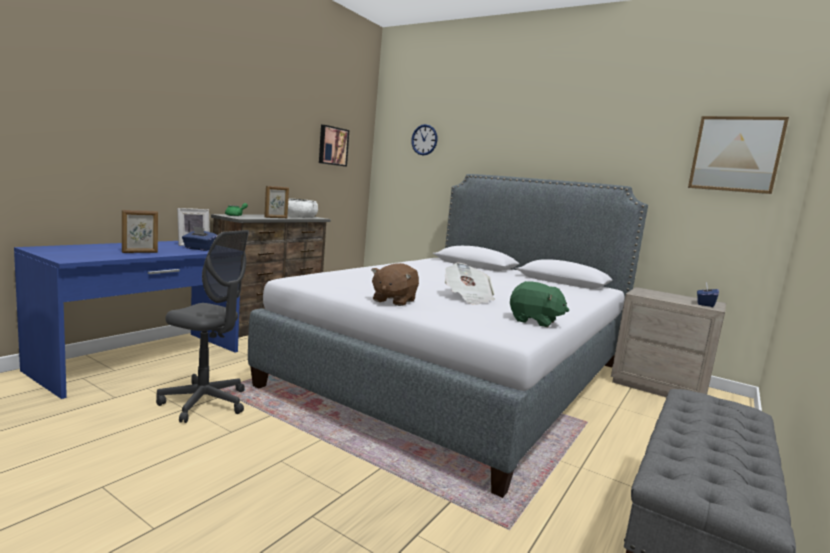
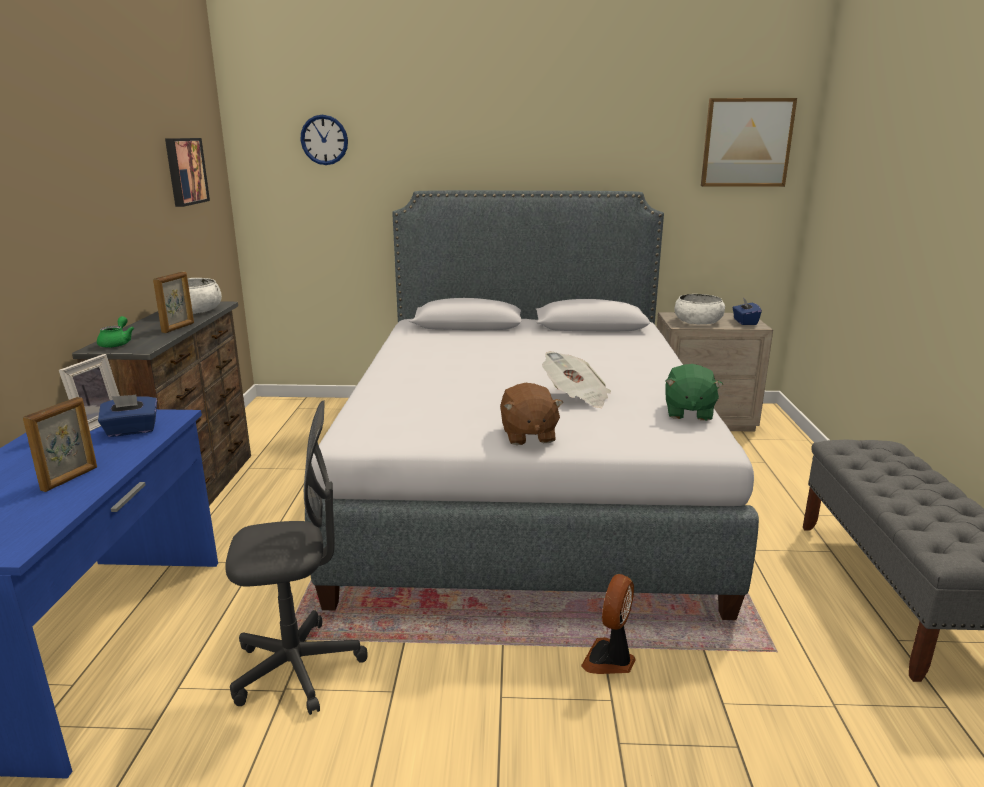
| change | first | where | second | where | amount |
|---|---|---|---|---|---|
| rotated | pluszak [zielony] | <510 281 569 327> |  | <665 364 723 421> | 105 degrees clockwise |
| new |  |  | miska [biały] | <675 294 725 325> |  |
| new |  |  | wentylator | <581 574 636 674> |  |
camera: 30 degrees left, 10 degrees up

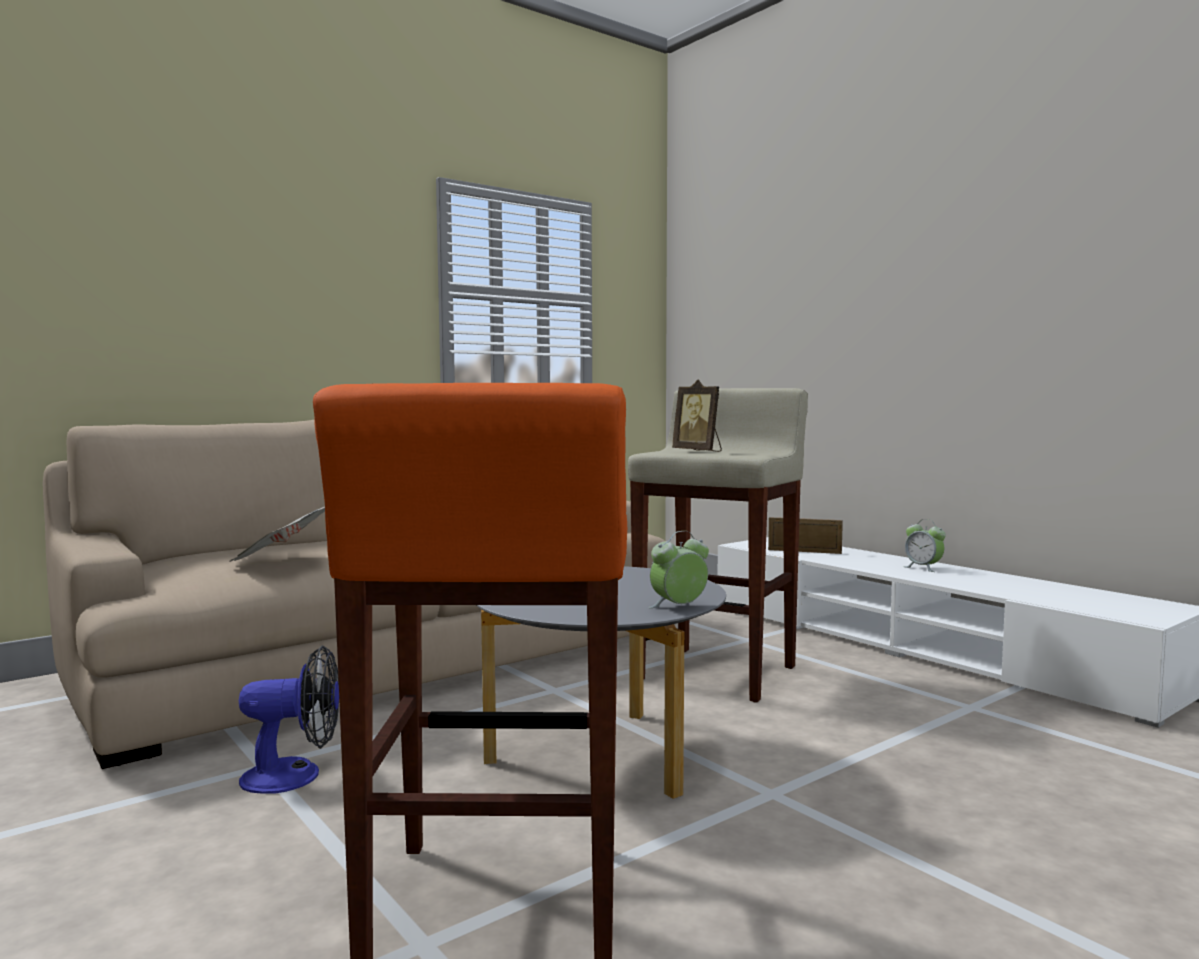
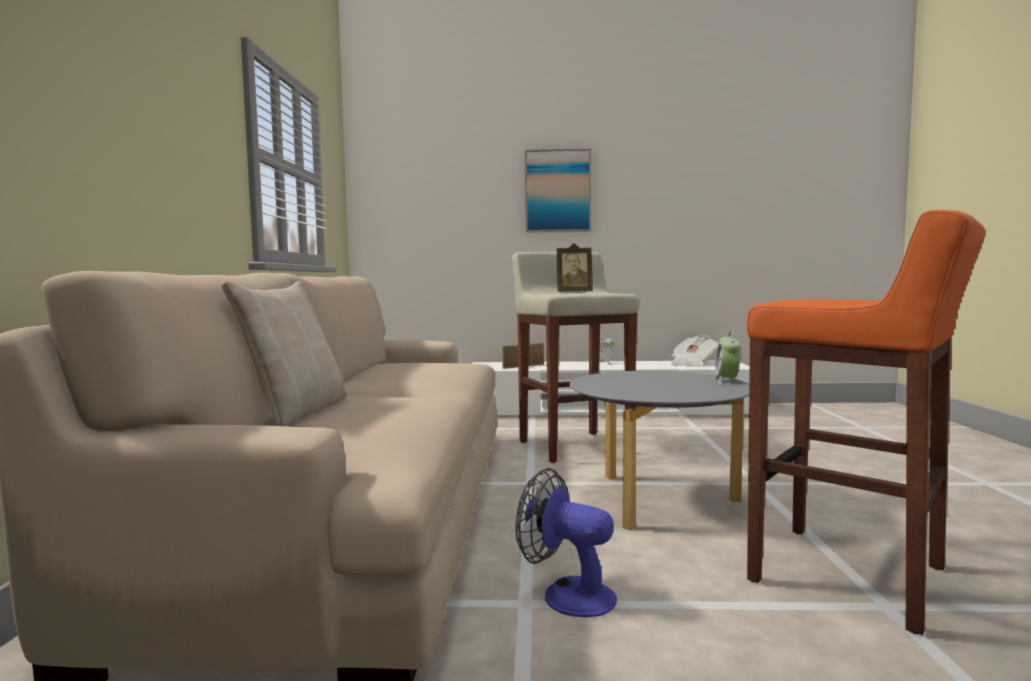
| change | first | where | second | where | amount |
|---|---|---|---|---|---|
| shifted | gazeta | <229 507 325 562> |  | <671 335 718 366> |  |
| rotated | wentylator | <239 646 339 794> |  | <516 468 617 618> | 90 degrees counterclockwise |
| new |  |  | obraz | <525 149 591 232> |  |
| new |  |  | poduszka [beżowy] | <221 281 347 426> |  |
camera: 50 degrees left, 0 degrees up

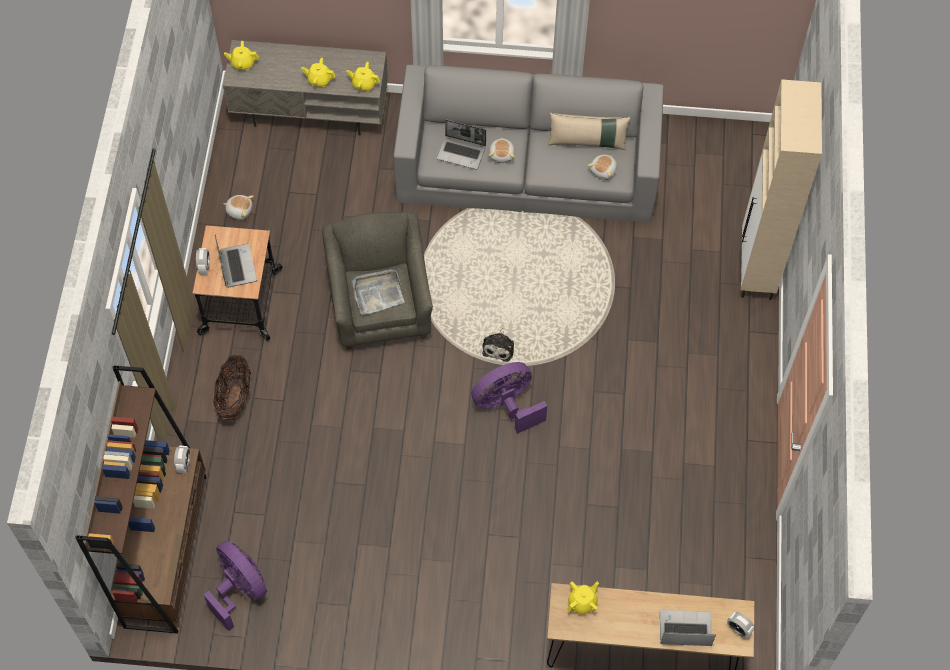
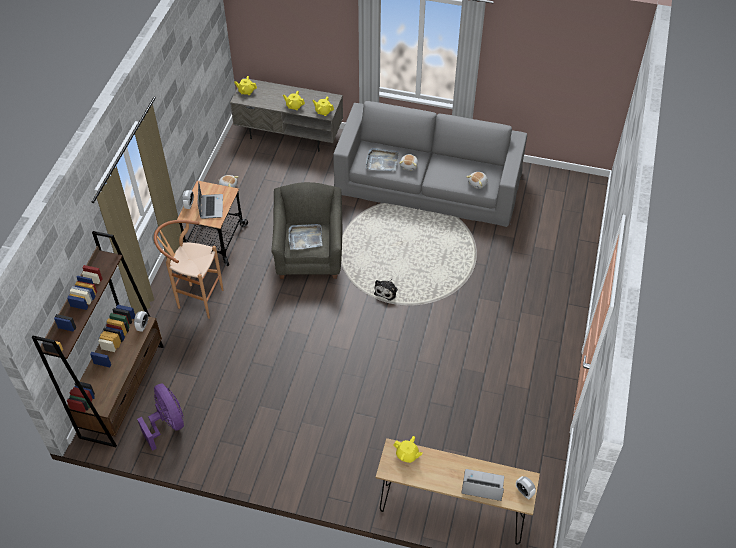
| change | first | where | second | where | amount |
|---|---|---|---|---|---|
| gone | szafka [beżowy] | <741 79 822 300> |  |  |  |
| gone | poduszka [beżowy] | <548 113 631 150> |  |  |  |
| swapped | laptop | <437 119 486 169> | taca [szary] | <366 148 399 171> |  |
| swapped | koszyk | <213 355 251 421> | stołek [brązowy] | <154 220 223 319> |  |
| gone | wentylator [fioletowy] | <471 362 547 434> |  |  |  |
| rotated | imbryk [żółty] | <567 581 599 614> |  | <393 436 423 463> | 60 degrees clockwise |
camera: 10 degrees right, 10 degrees down

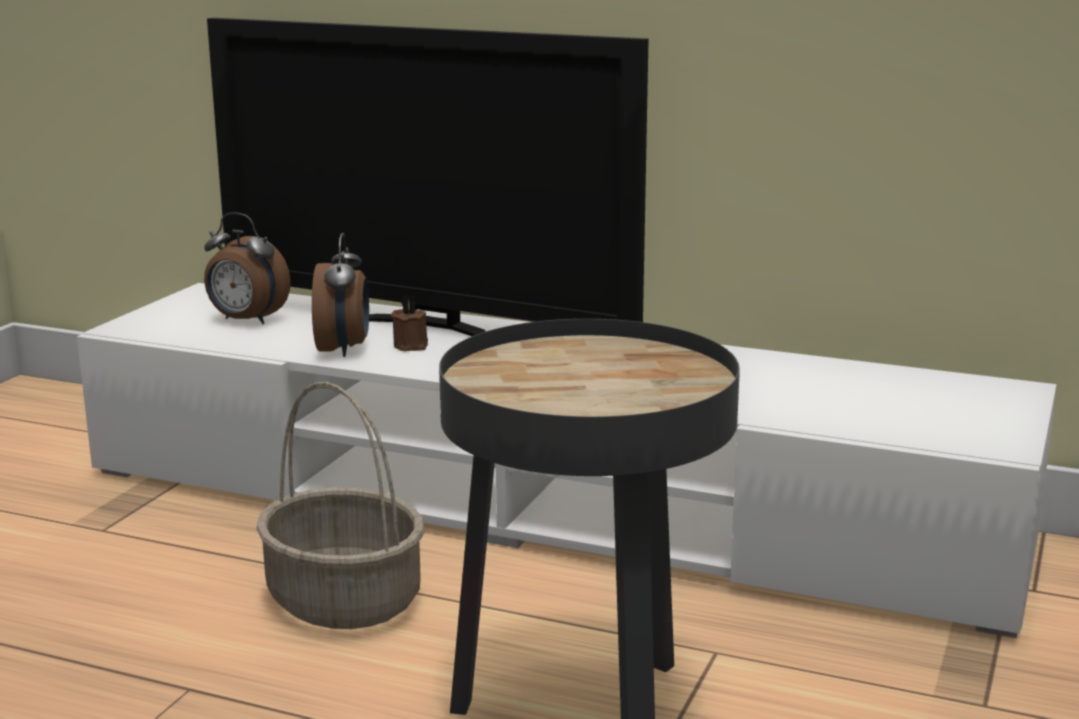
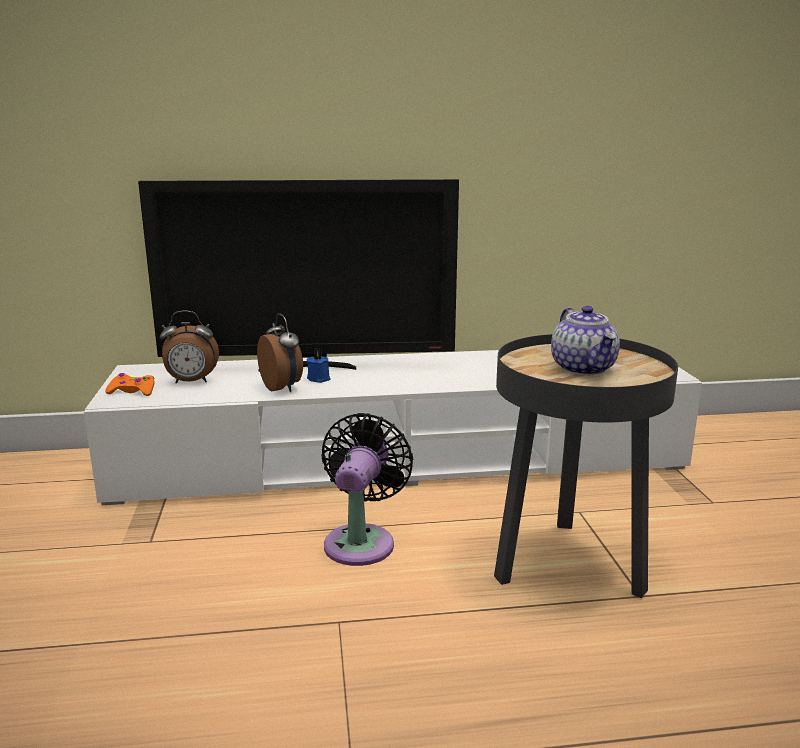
| change | first | where | second | where | amount |
|---|---|---|---|---|---|
| repainted | świeca [brązowy] | <391 296 428 351> | świeca [niebieski] | <306 348 331 383> |  |
| swapped | koszyk | <256 382 424 629> | wentylator [czarny] | <322 413 413 566> |  |
| new |  |  | imbryk | <551 306 620 375> |  |
| new |  |  | pad do gier [pomarańczowy] | <105 373 155 396> |  |
camera: 30 degrees left, 0 degrees up

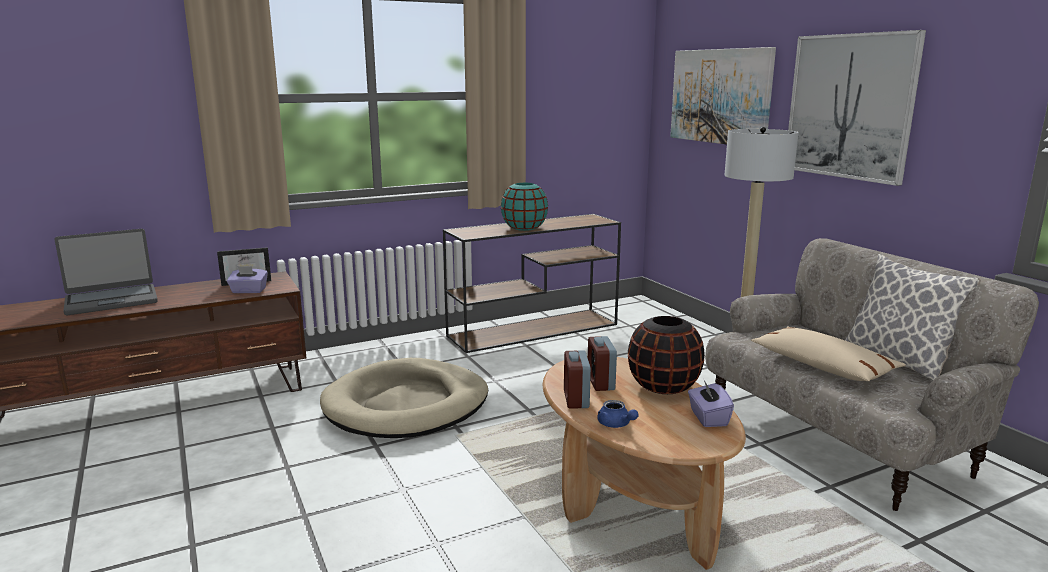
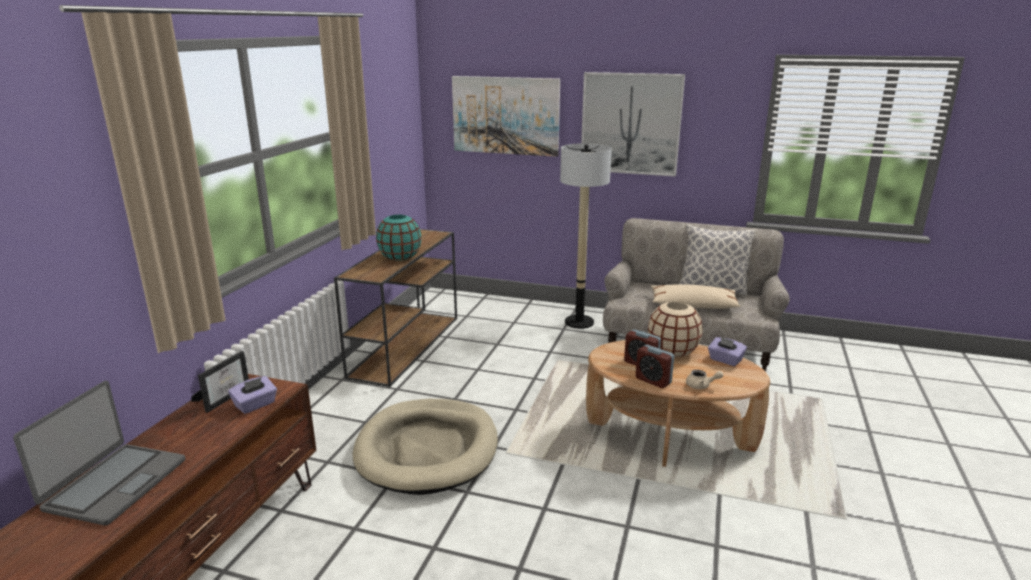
| change | first | where | second | where | amount |
|---|---|---|---|---|---|
| repainted | wazon [czarny] | <628 316 705 394> | wazon [beżowy] | <648 302 703 357> |  |
| repainted | imbryk [niebieski] | <598 400 639 428> | imbryk [beżowy] | <686 370 724 389> |  |
camera: 45 degrees left, 5 degrees up

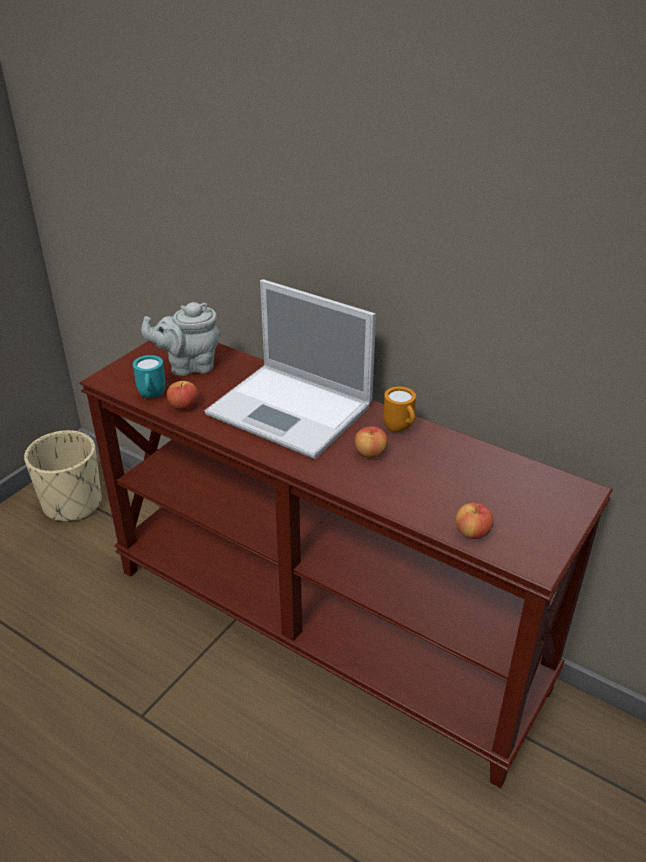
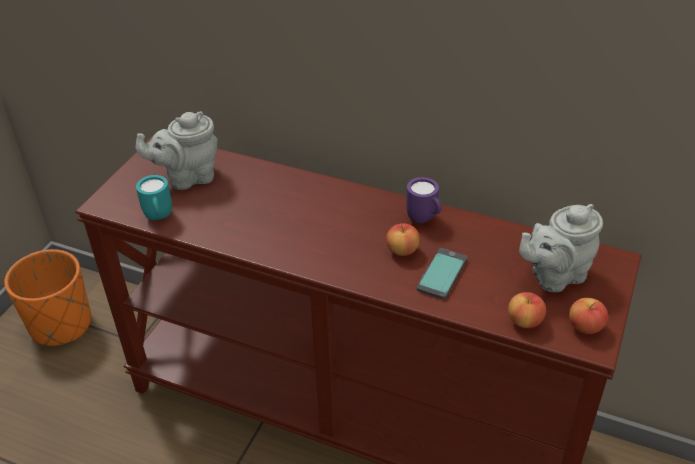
| change | first | where | second | where | amount |
|---|---|---|---|---|---|
| gone | laptop | <205 279 376 459> |  |  |  |
| shifted | jabłko | <167 381 198 410> |  | <569 298 608 334> |  |
| repainted | kubek [pomarańczowy] | <383 387 416 432> | kubek [fioletowy] | <406 177 442 224> |  |
| repainted | donica [beżowy] | <24 430 102 521> | donica [pomarańczowy] | <4 249 91 346> |  |
| new |  |  | imbryk [szary] | <519 204 603 292> |  |
| new |  |  | telefon | <417 248 467 300> |  |
camera: 10 degrees left, 5 degrees up

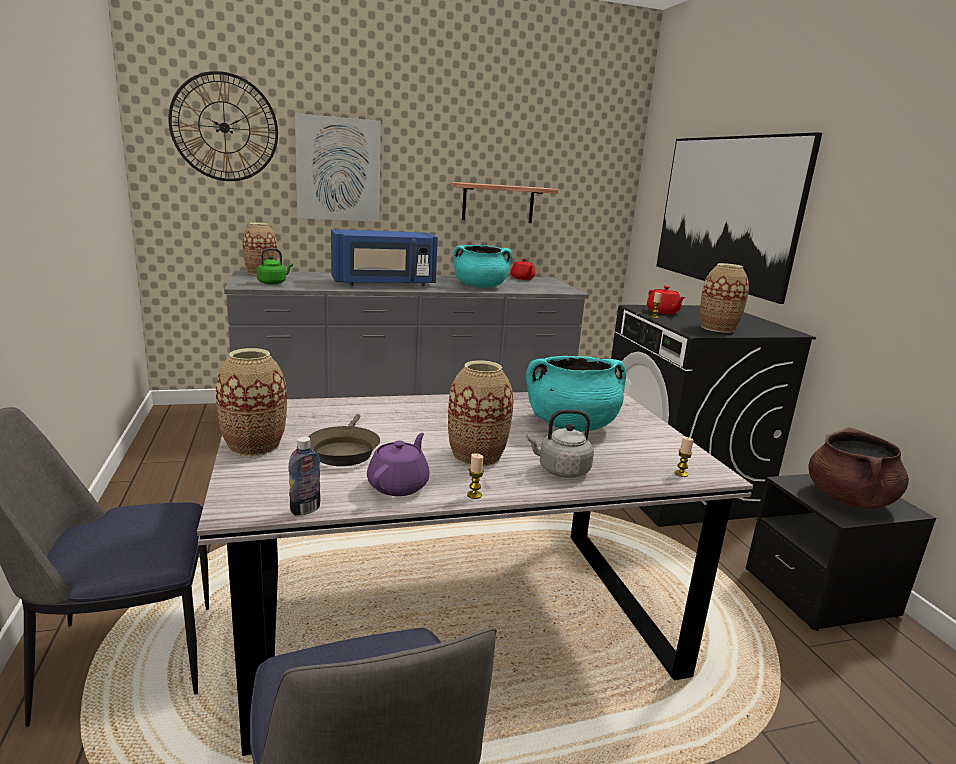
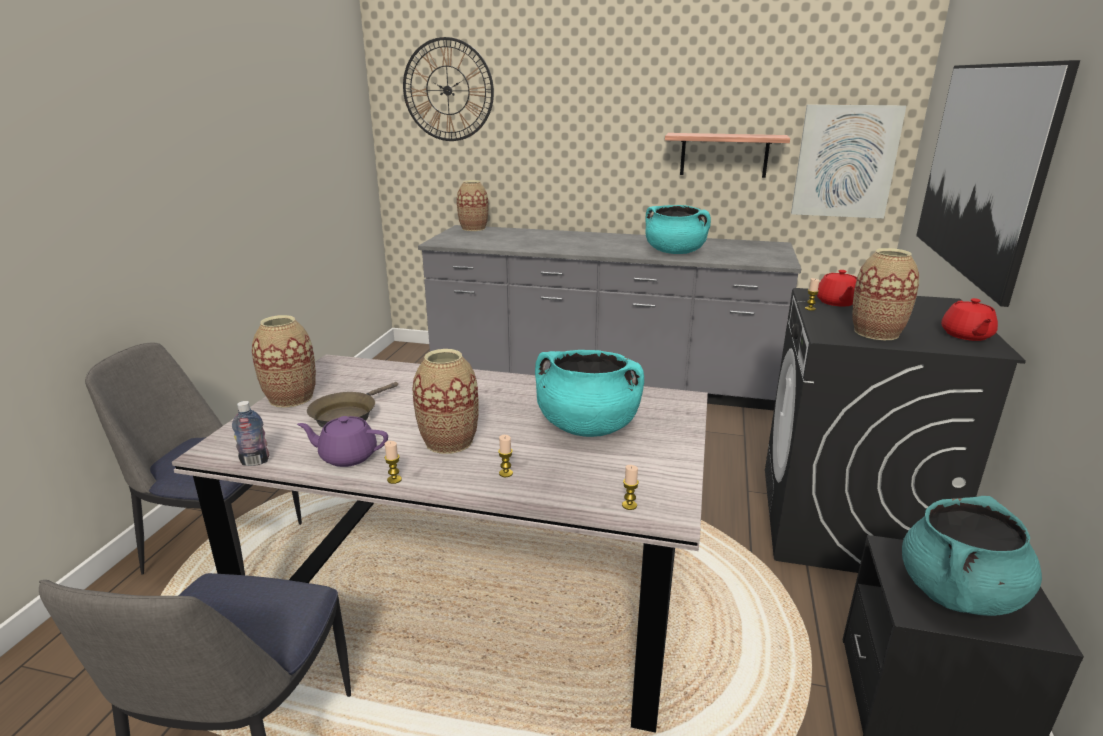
| change | first | where | second | where | amount |
|---|---|---|---|---|---|
| shifted | obraz | <295 113 381 222> |  | <791 104 906 218> |  |
| gone | mikrofalówka [niebieski] | <331 229 438 286> |  |  |  |
| gone | czajnik [zielony] | <257 248 293 284> |  |  |  |
| shifted | imbryk [czerwony] | <511 259 536 280> |  | <941 298 998 341> |  |
| swapped | czajnik [szary] | <526 409 594 478> | świeca | <498 435 513 477> |  |
| repainted | garnek [brązowy] | <808 428 909 508> | garnek [turkusowy] | <902 496 1042 616> |  |
| rotated | imbryk [fioletowy] | <367 433 430 496> |  | <297 416 388 467> | 135 degrees counterclockwise |
camera: 30 degrees right, 5 degrees up

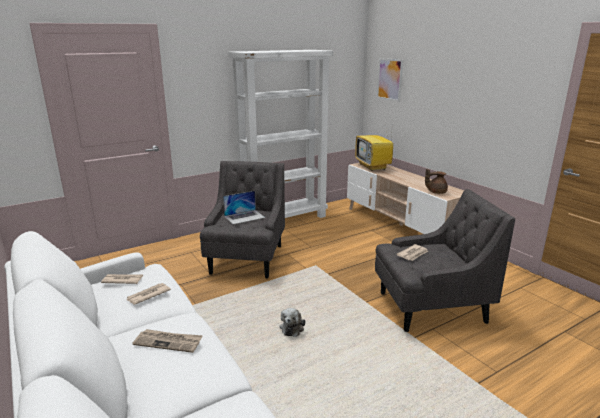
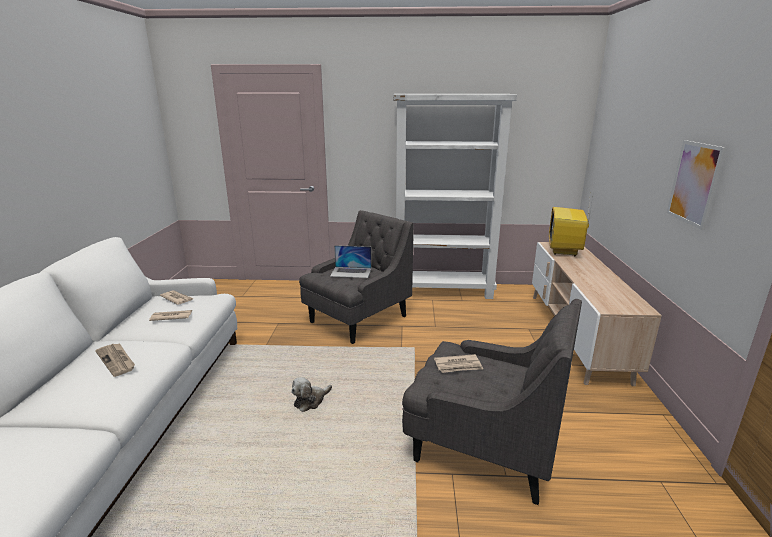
| change | first | where | second | where | amount |
|---|---|---|---|---|---|
| shifted | obraz | <377 58 403 102> |  | <667 140 726 230> |  |
| gone | imbryk [brązowy] | <425 169 448 194> |  |  |  |
camera: 35 degrees right, 0 degrees up

